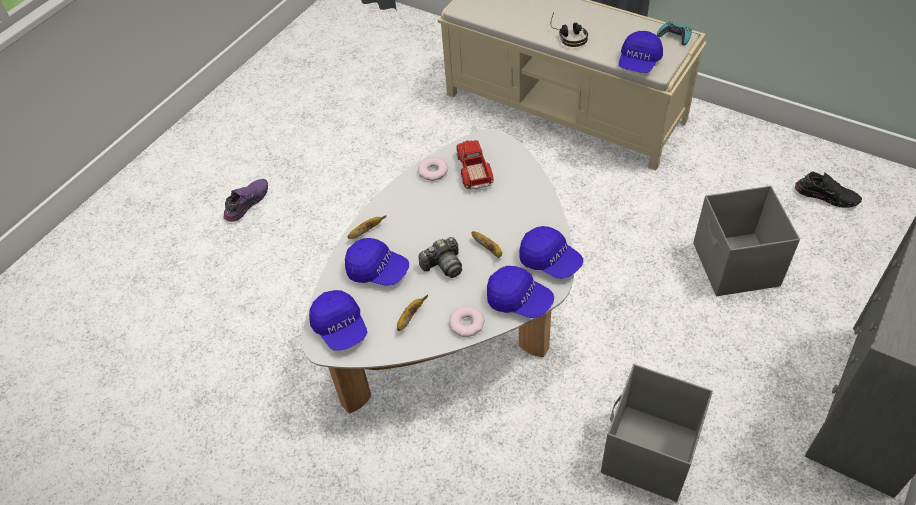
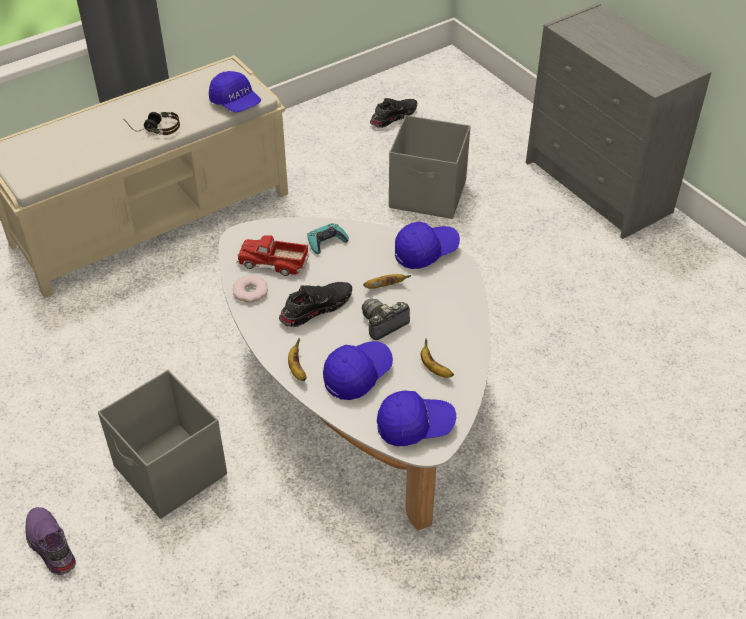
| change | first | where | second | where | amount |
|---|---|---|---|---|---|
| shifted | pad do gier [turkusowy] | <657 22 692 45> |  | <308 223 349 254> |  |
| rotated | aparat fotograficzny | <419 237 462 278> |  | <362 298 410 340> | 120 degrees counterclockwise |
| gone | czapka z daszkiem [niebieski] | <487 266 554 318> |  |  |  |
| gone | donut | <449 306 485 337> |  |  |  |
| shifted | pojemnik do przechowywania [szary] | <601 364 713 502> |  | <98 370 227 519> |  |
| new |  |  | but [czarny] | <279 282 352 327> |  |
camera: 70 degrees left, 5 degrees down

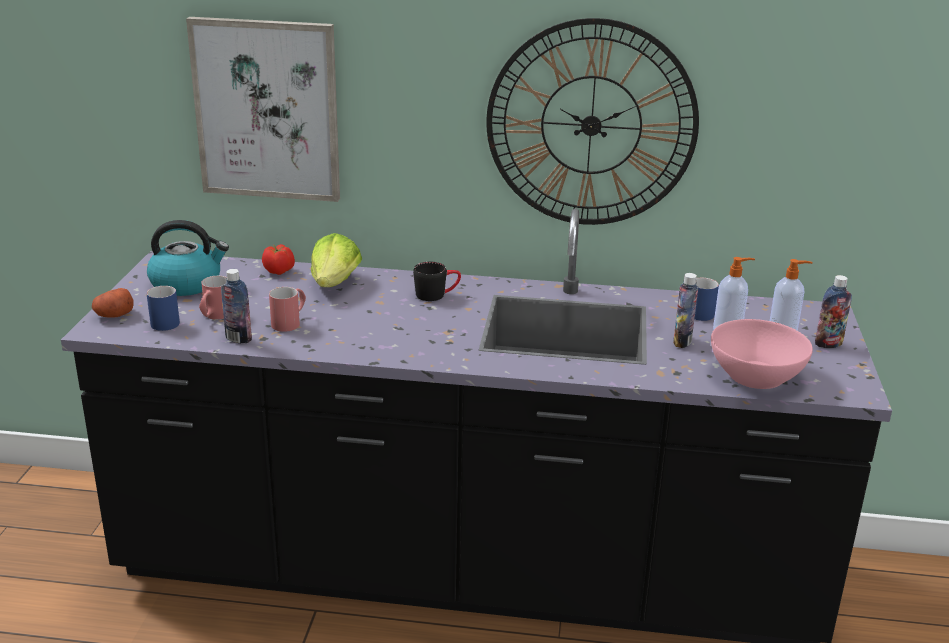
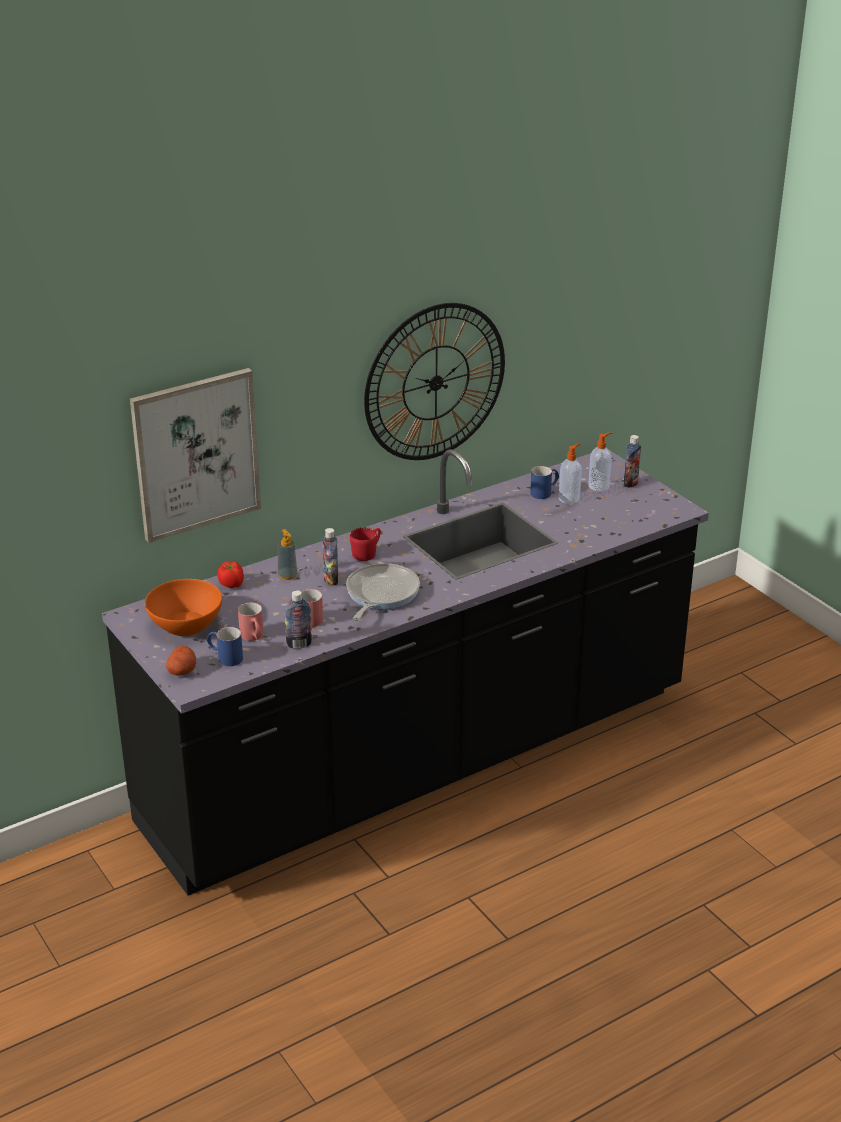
| change | first | where | second | where | amount |
|---|---|---|---|---|---|
| swapped | czajnik | <147 220 229 296> | miska [pomarańczowy] | <145 579 222 636> |  |
| swapped | sałata | <311 233 362 287> | dozownik mydła | <278 529 297 580> |  |
| repainted | kubek [czarny] | <413 262 461 301> | kubek [czerwony] | <350 527 381 561> |  |
| shifted | butelka | <673 273 698 348> |  | <323 528 339 586> |  |
| gone | miska [różowy] | <711 319 813 389> |  |  |  |
| new |  |  | patelnia | <346 563 420 621> |  |
camera: 40 degrees left, 5 degrees up

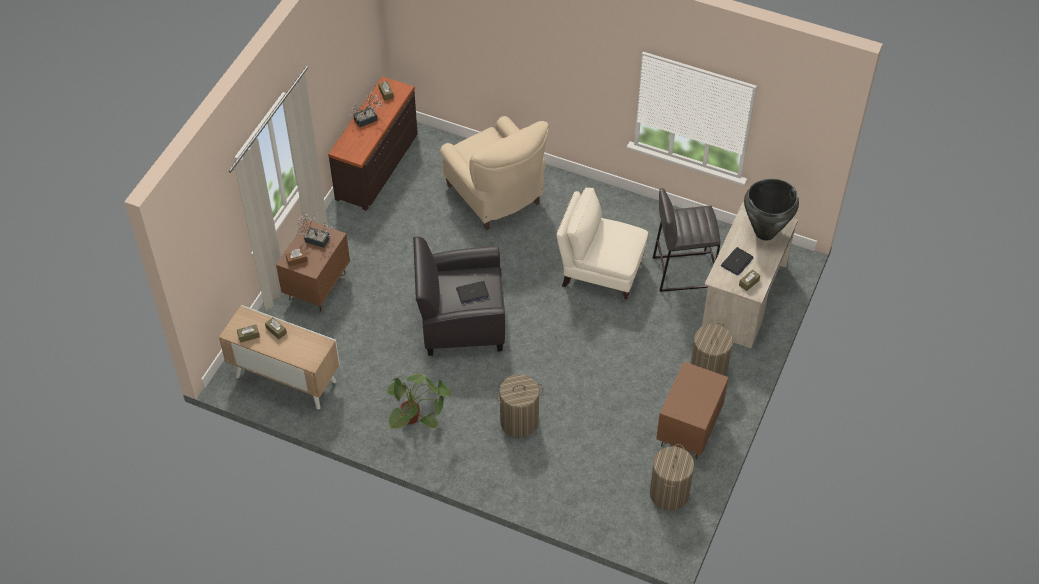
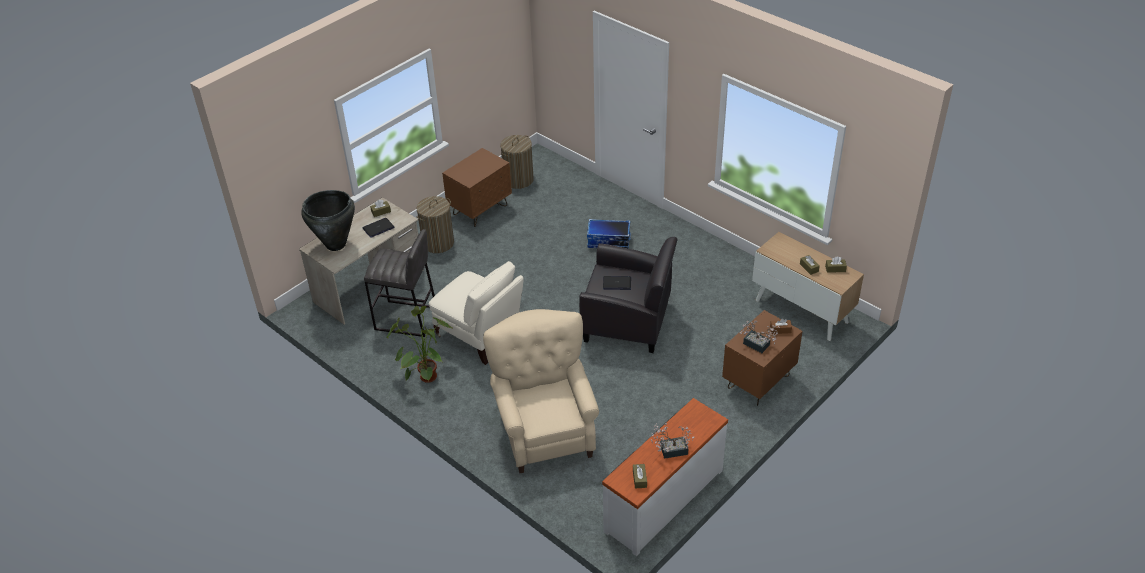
| change | first | where | second | where | amount |
|---|---|---|---|---|---|
| repainted | komoda [brązowy] | <328 76 417 211> | komoda [biały] | <602 398 728 556> |  |
| shifted | roślina doniczkowa | <386 374 451 429> |  | <386 306 454 383> |  |
| swapped | kosz na pranie | <495 374 543 437> | pojemnik do przechowywania | <587 219 631 249> |  |
camera: 160 degrees left, 10 degrees down

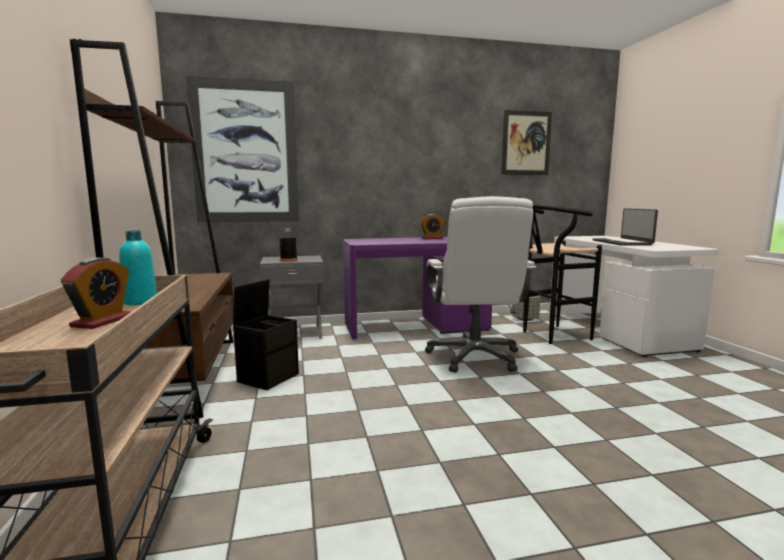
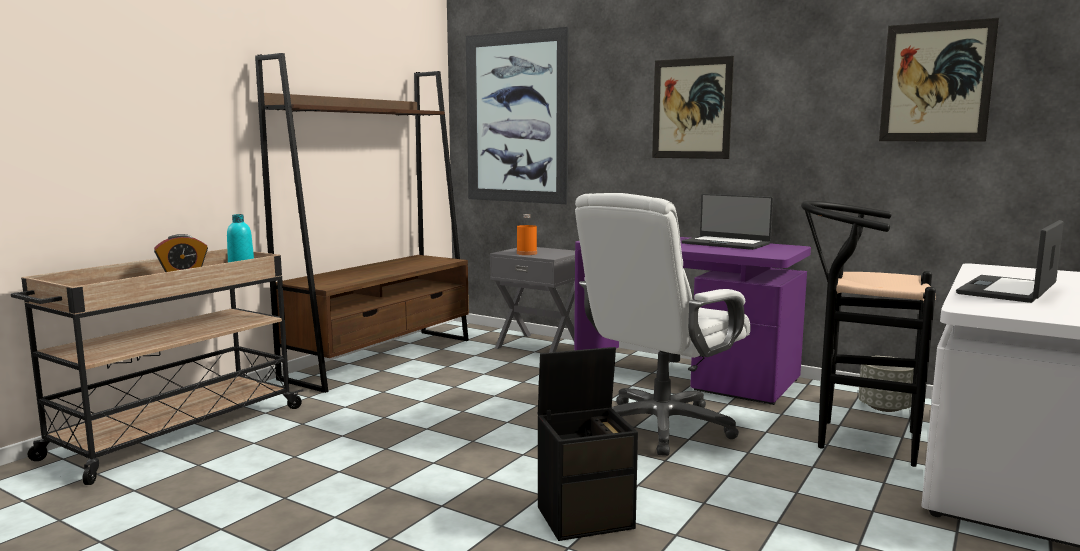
| change | first | where | second | where | amount |
|---|---|---|---|---|---|
| swapped | budzik | <420 214 445 239> | laptop | <682 194 773 250> |  |
| repainted | butelka [czarny] | <280 229 297 262> | butelka [pomarańczowy] | <517 214 537 255> |  |
| shifted | pojemnik do przechowywania [czarny] | <233 279 299 390> |  | <538 347 638 541> |  |
| new |  |  | obraz | <652 56 734 159> |  |
camera: 45 degrees right, 0 degrees up

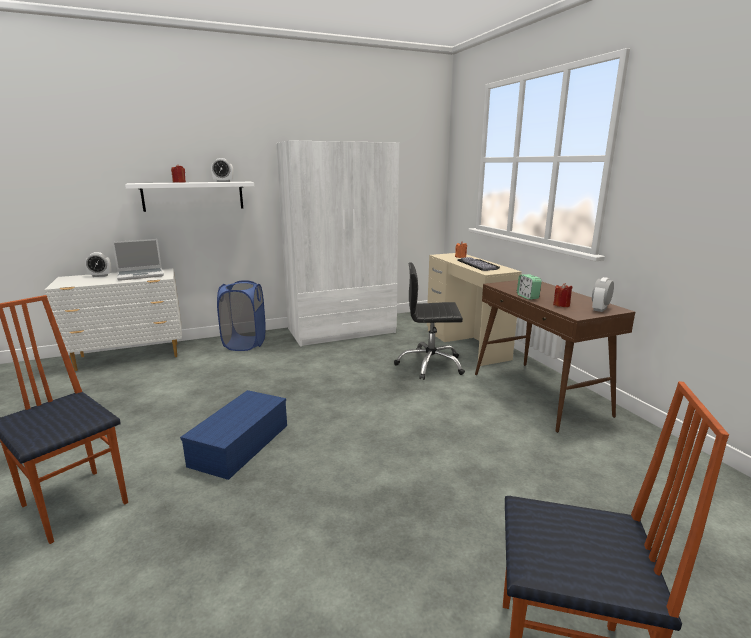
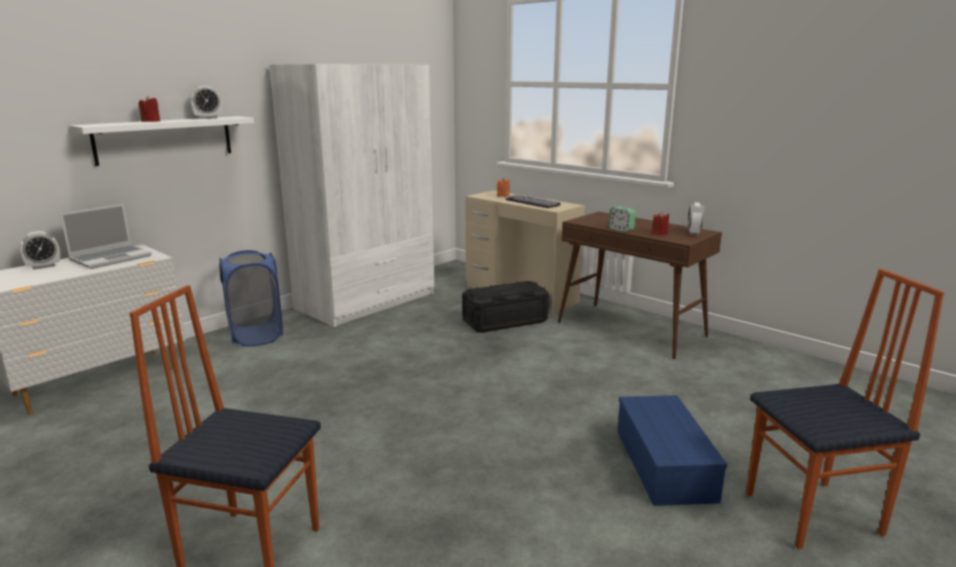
| change | first | where | second | where | amount |
|---|---|---|---|---|---|
| swapped | krzesło biurowe [czarny] | <394 262 465 380> | pojemnik do przechowywania [czarny] | <462 281 549 333> |  |
| shifted | pojemnik do przechowywania [niebieski] | <180 390 287 480> |  | <617 395 727 506> |  |
camera: 25 degrees left, 0 degrees up

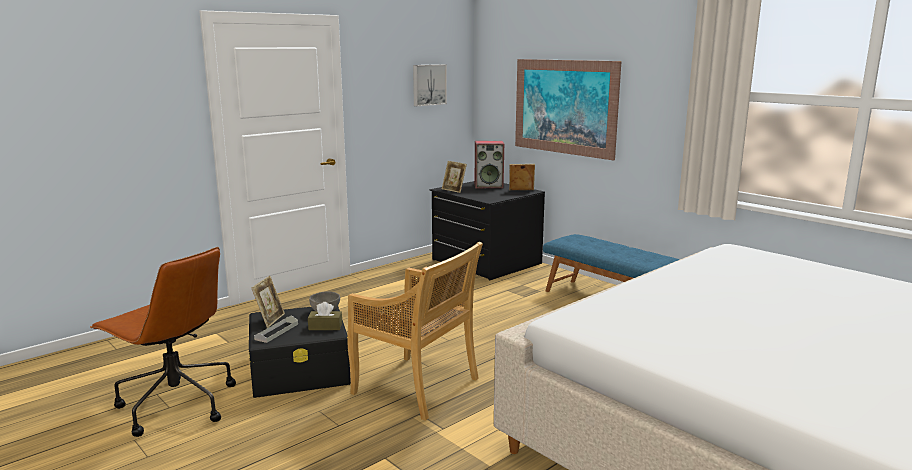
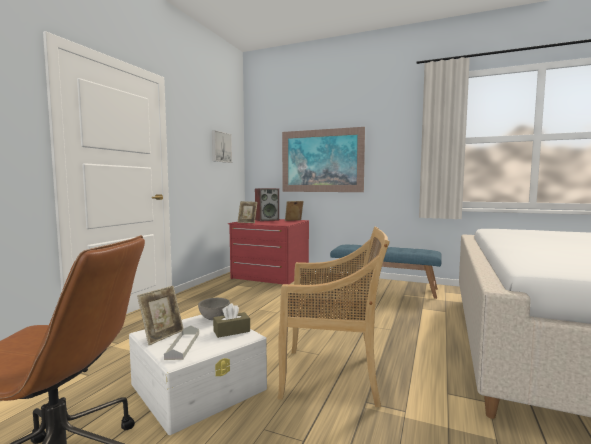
| change | first | where | second | where | amount |
|---|---|---|---|---|---|
| repainted | komoda [czarny] | <429 181 545 280> | komoda [czerwony] | <228 219 309 284> |  |
| rotated | ramka na zdjęcie | <252 276 285 328> |  | <137 286 184 345> | 45 degrees clockwise |
| repainted | pojemnik do przechowywania [czarny] | <249 307 351 398> | pojemnik do przechowywania [biały] | <129 315 267 435> |  |
camera: 25 degrees left, 10 degrees down

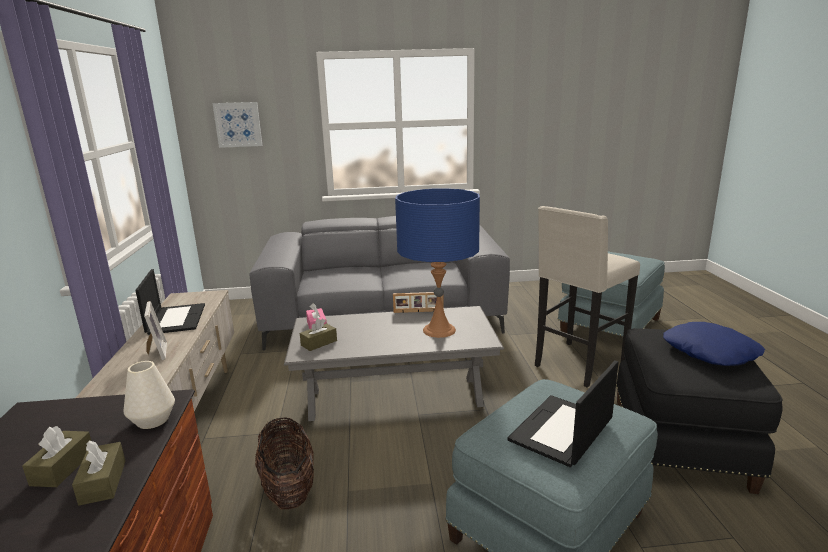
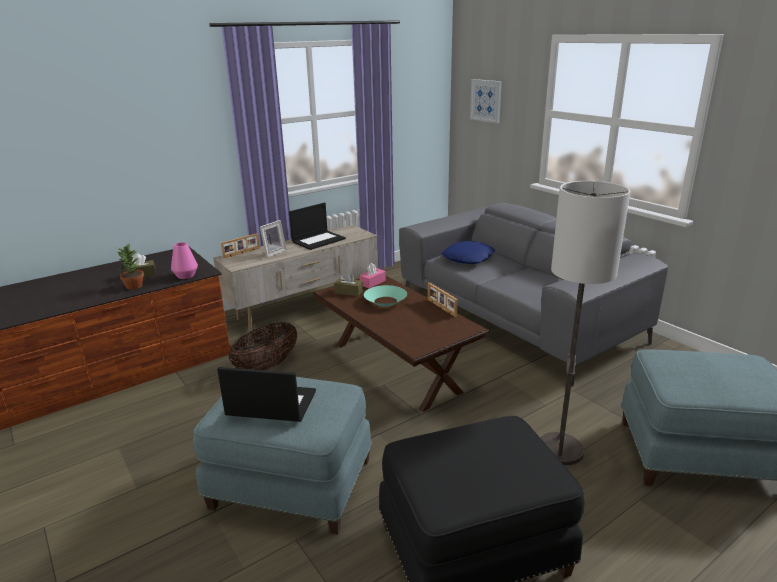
| change | first | where | second | where | amount |
|---|---|---|---|---|---|
| gone | lampa stołowa [niebieski] | <395 188 480 338> |  |  |  |
| swapped | stołek [beżowy] | <535 206 640 388> | lampa stojąca | <540 181 630 465> |  |
| repainted | ława [szary] | <284 306 504 421> | ława [brązowy] | <313 276 490 412> |  |
| shifted | poduszka [niebieski] | <663 322 765 366> |  | <442 241 495 264> |  |
| repainted | wazon [biały] | <123 361 175 429> | wazon [różowy] | <171 242 198 279> |  |
| swapped | pudełko chusteczek [brązowy] | <72 441 125 506> | roślina doniczkowa | <117 243 144 290> |  |
| new |  |  | ramka na zdjęcie | <221 233 260 258> |  |
| new |  |  | miska [turkusowy] | <364 285 407 306> |  |
camera: 60 degrees right, 5 degrees up

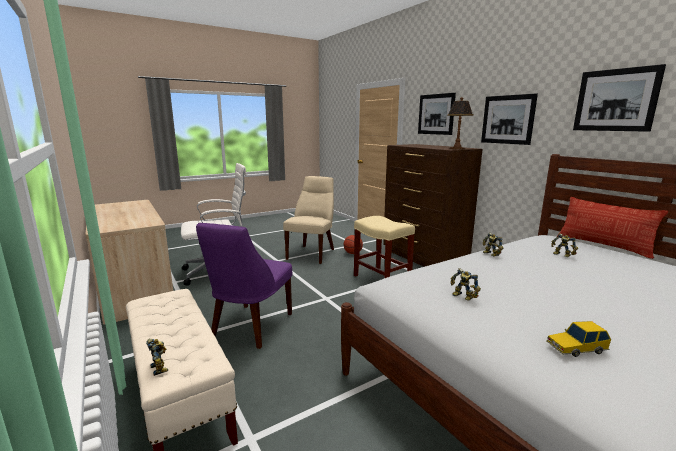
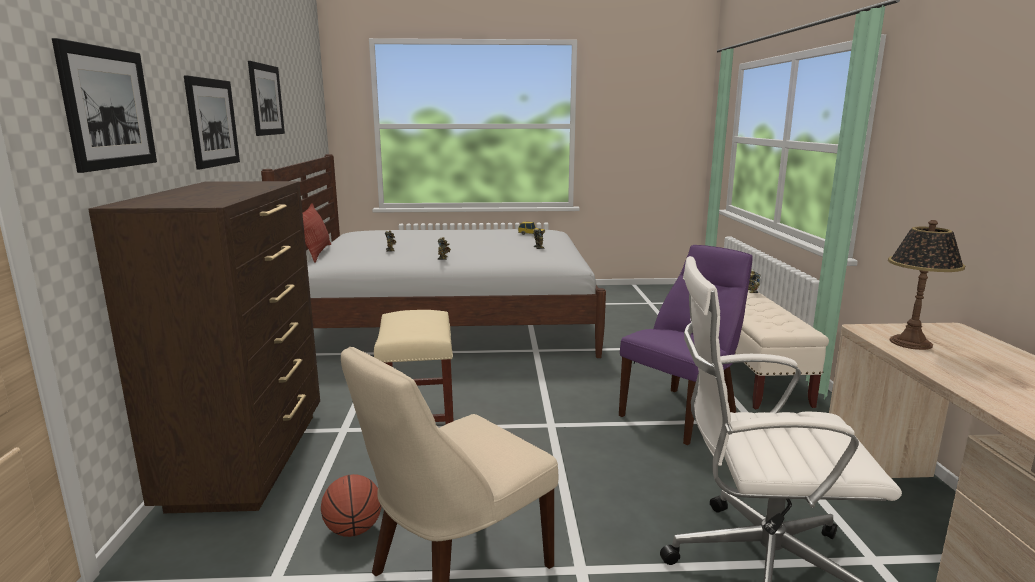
| change | first | where | second | where | amount |
|---|---|---|---|---|---|
| shifted | lampa stołowa | <447 97 474 149> |  | <888 220 965 350> |  |
camera: 150 degrees left, 0 degrees up

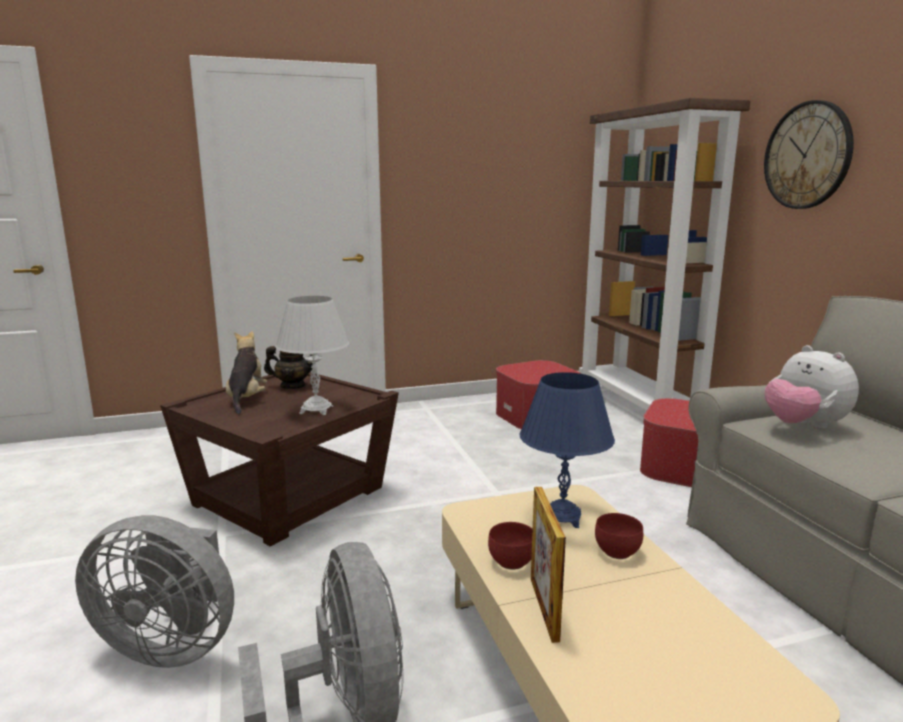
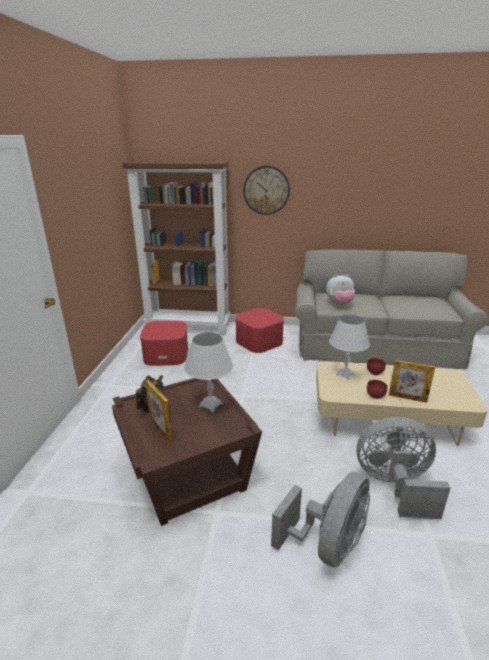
| change | first | where | second | where | amount |
|---|---|---|---|---|---|
| swapped | pluszak | <226 331 267 414> | ramka na zdjęcie | <145 380 173 443> |  |
| repainted | lampa stołowa [niebieski] | <519 372 615 528> | lampa stołowa [biały] | <329 315 370 380> |  |
camera: 65 degrees left, 10 degrees up

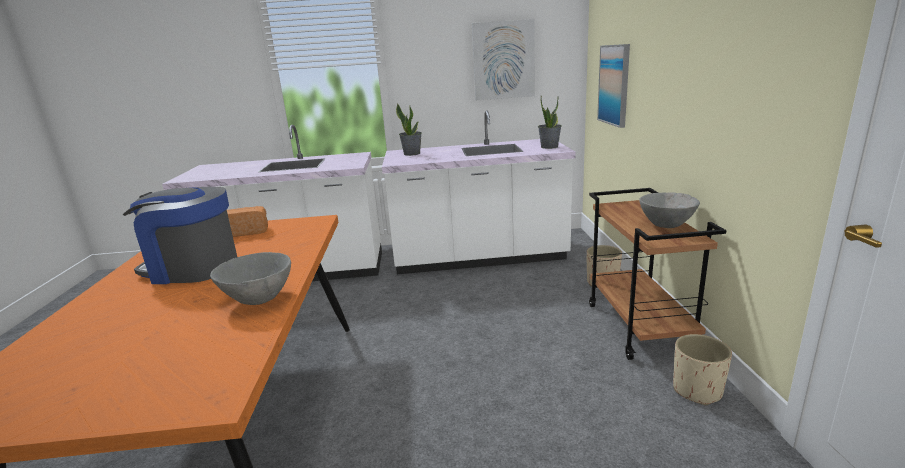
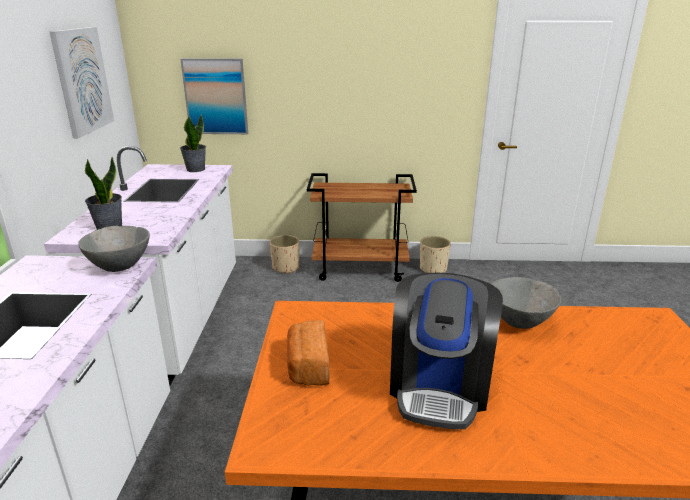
| change | first | where | second | where | amount |
|---|---|---|---|---|---|
| shifted | miska [szary] | <639 192 700 228> |  | <78 226 150 272> |  |
camera: 85 degrees left, 5 degrees up

